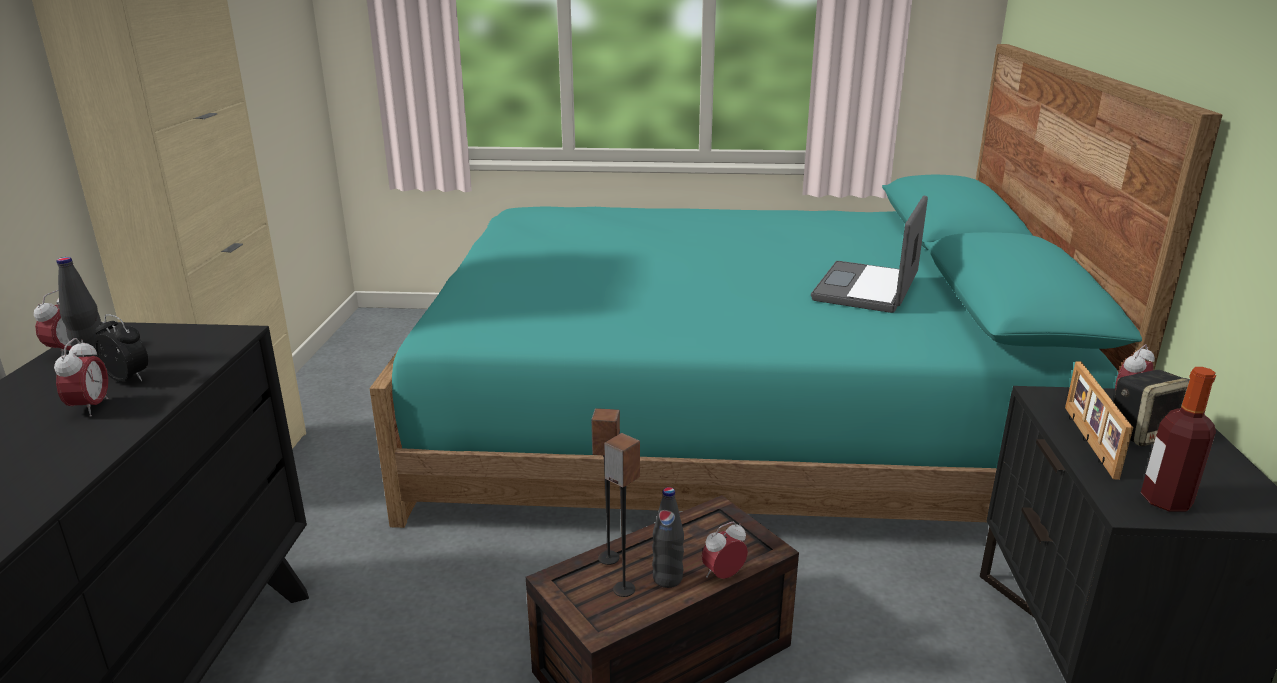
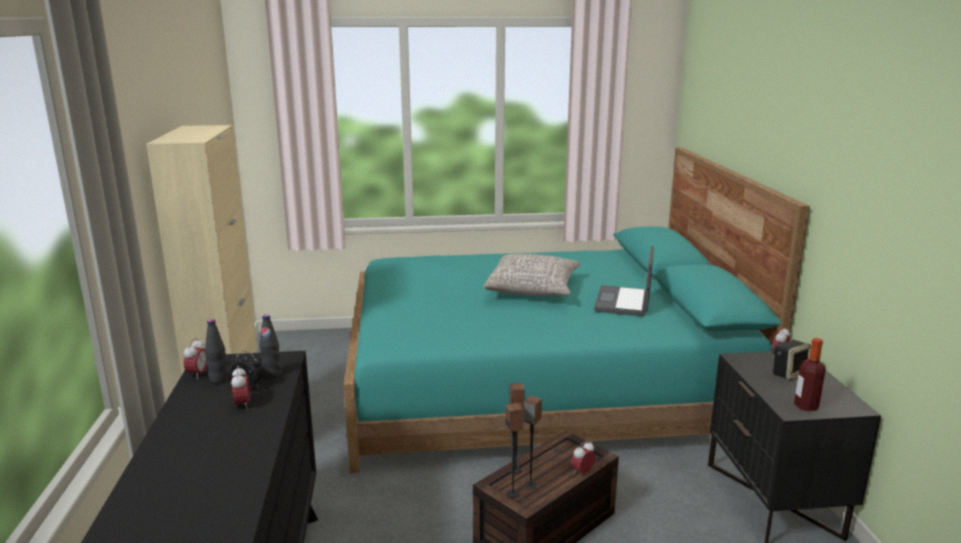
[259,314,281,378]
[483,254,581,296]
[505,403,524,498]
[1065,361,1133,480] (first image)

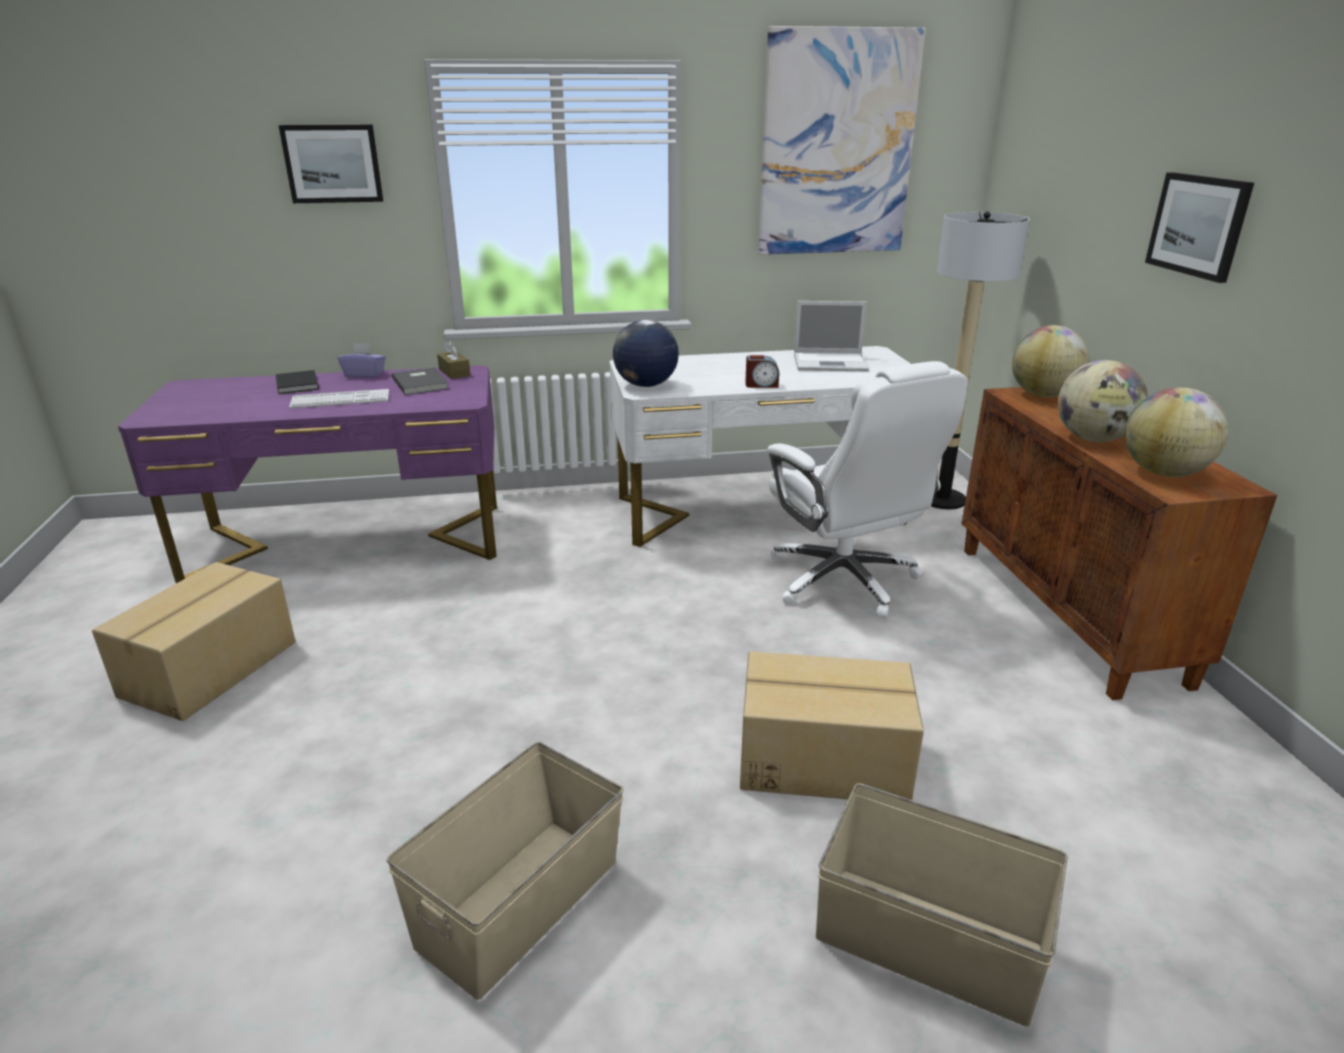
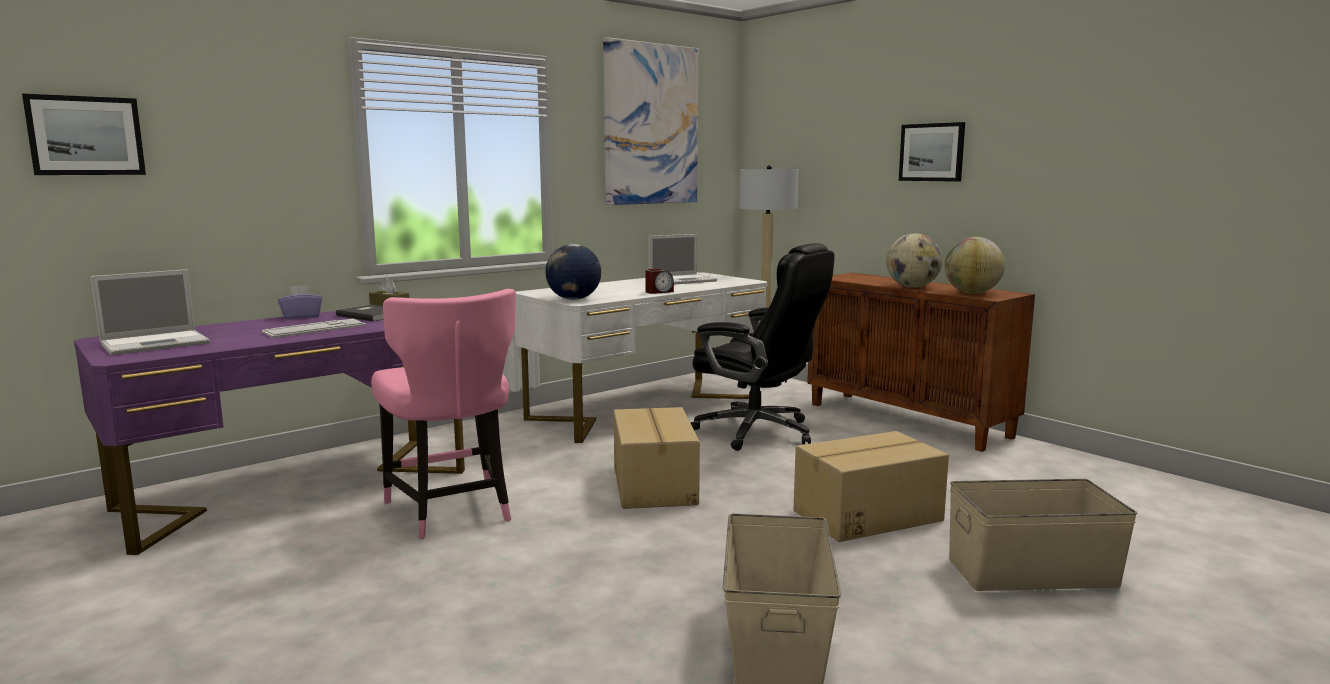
[22,94,146,175]
[91,269,210,355]
[371,289,516,539]
[614,407,700,509]
[691,243,834,451]
[276,370,319,394] (first image)
[1012,325,1089,397] (first image)

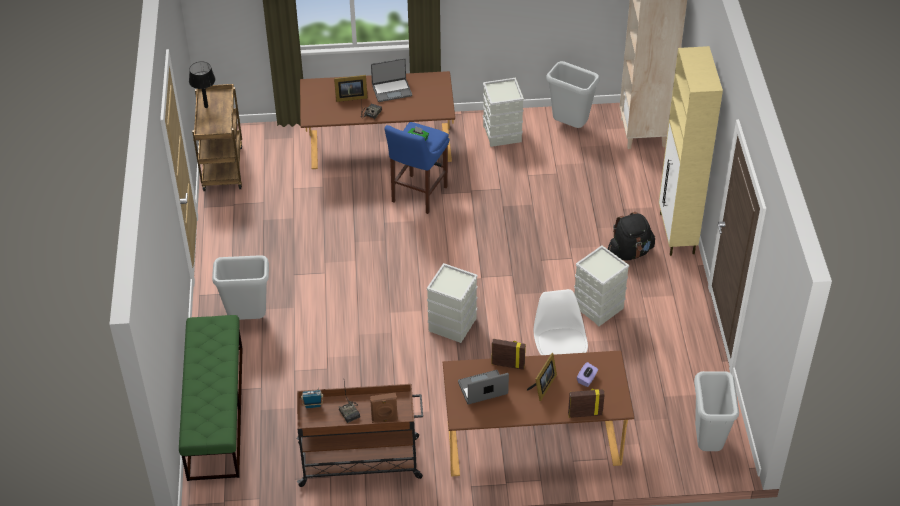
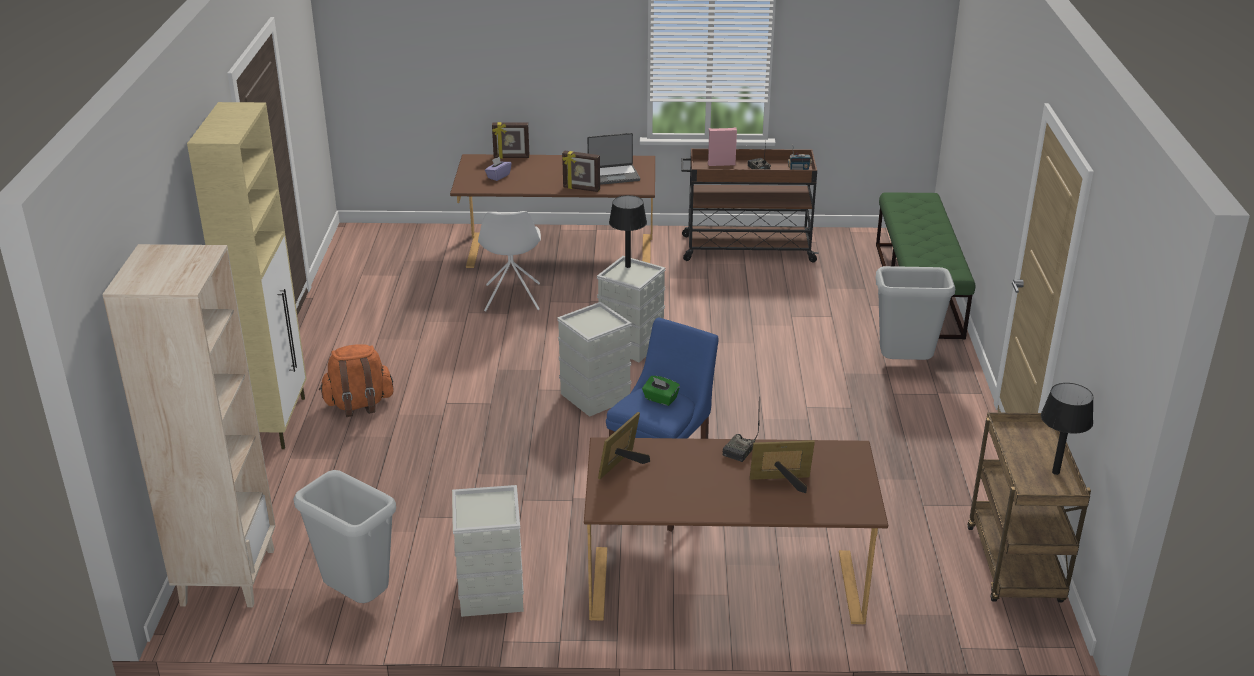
[319,344,393,417]
[557,302,632,417]
[598,412,650,480]
[609,195,647,268]
[708,127,737,166]
[371,58,412,102] (first image)
[694,371,739,451] (first image)

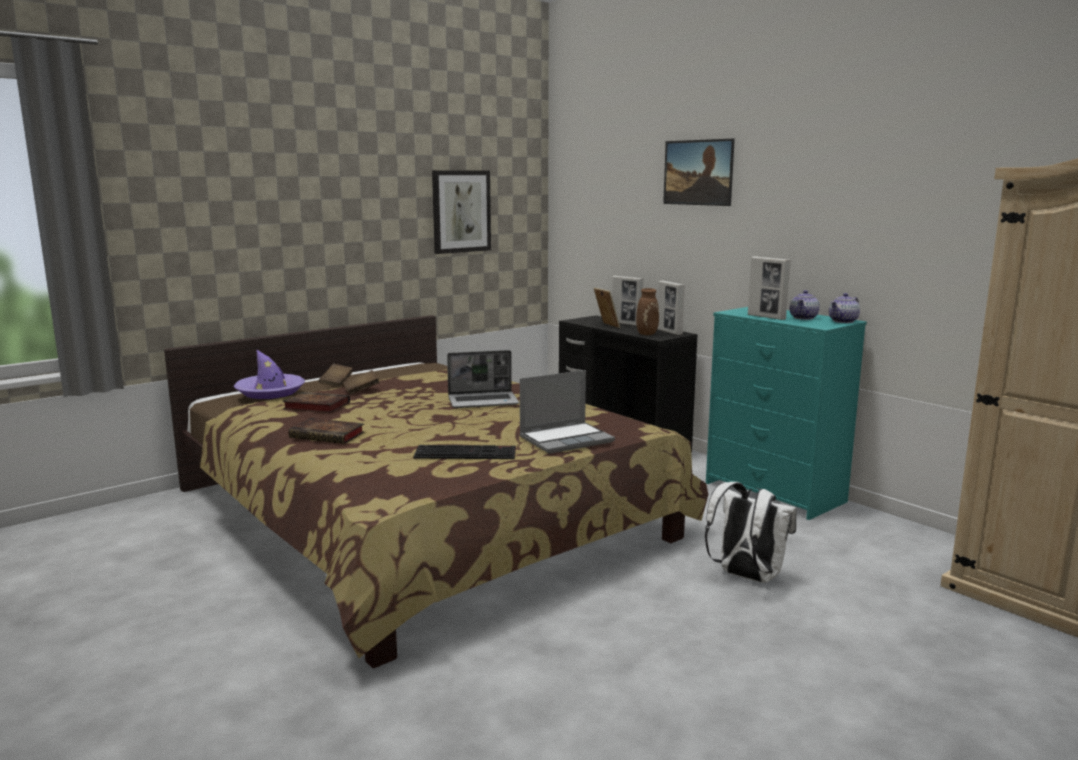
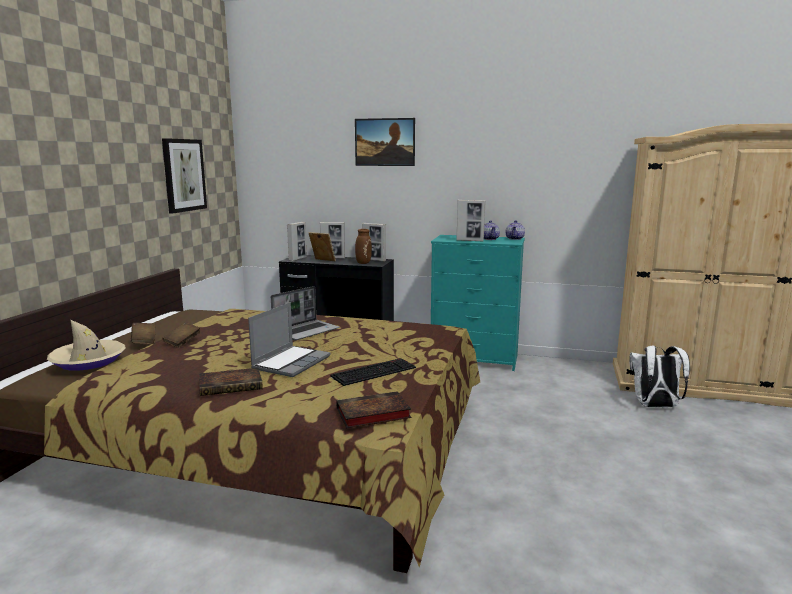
[47,320,126,371]
[248,302,330,377]
[287,222,307,261]
[336,391,411,428]
[630,346,690,407]

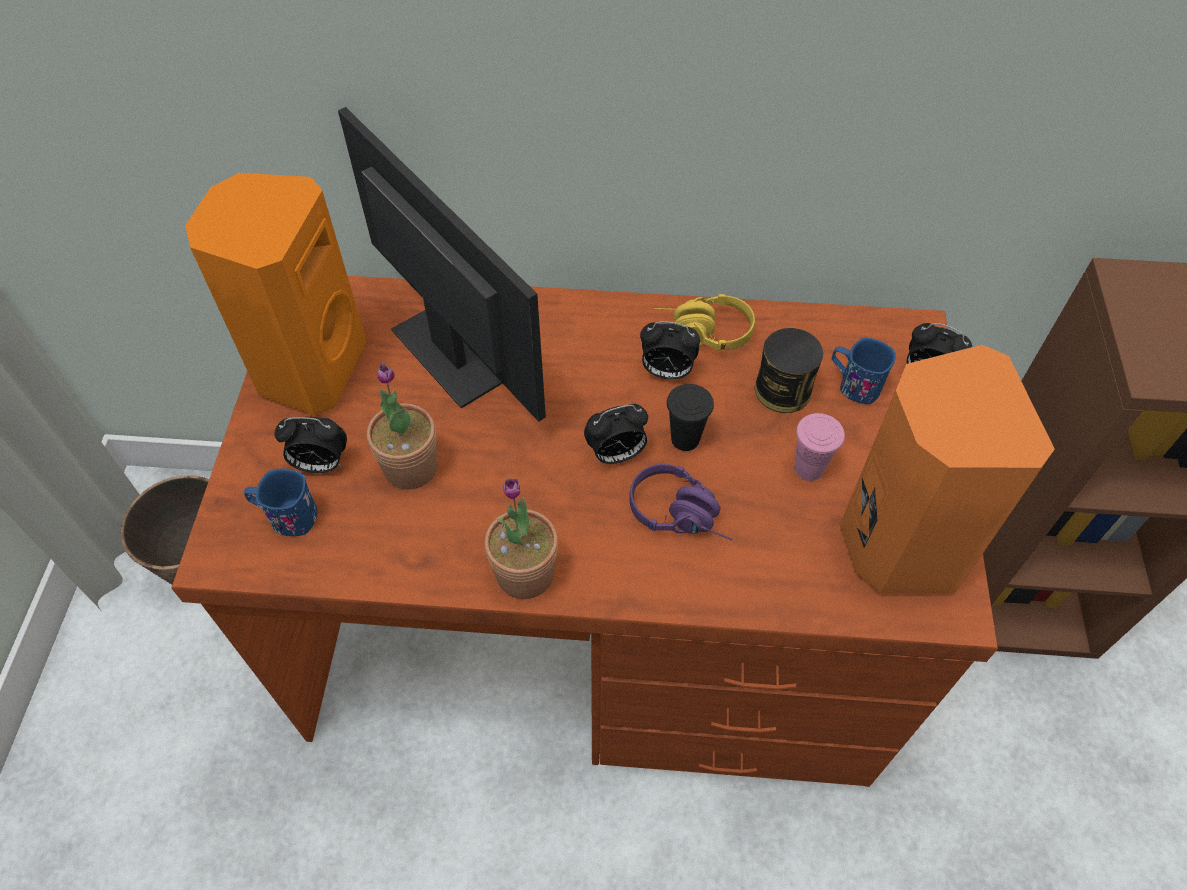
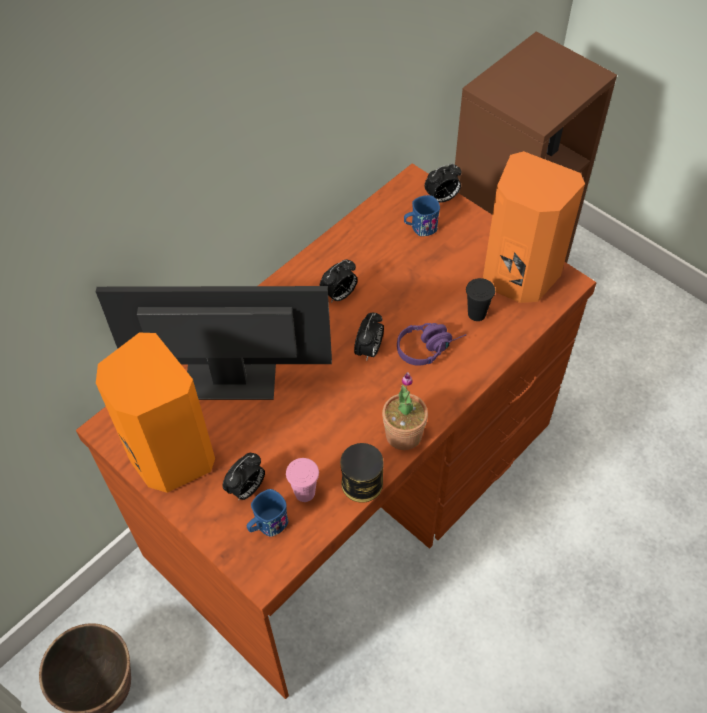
[286,458,319,502]
[340,443,384,503]
[466,278,495,321]
[367,363,438,489] (first image)
[654,294,755,351] (first image)

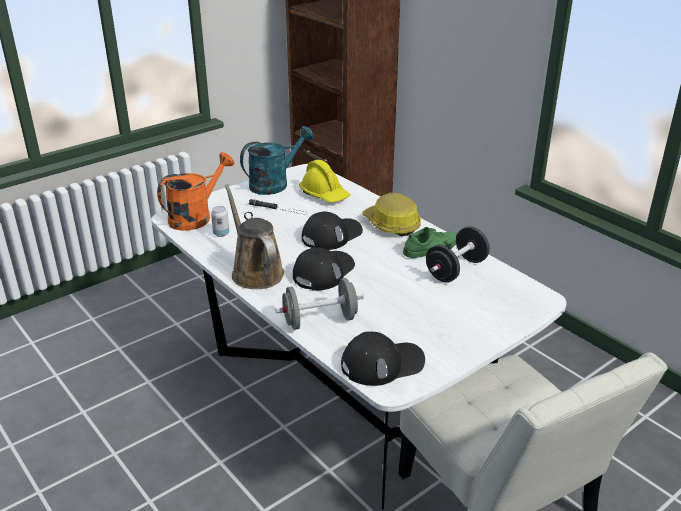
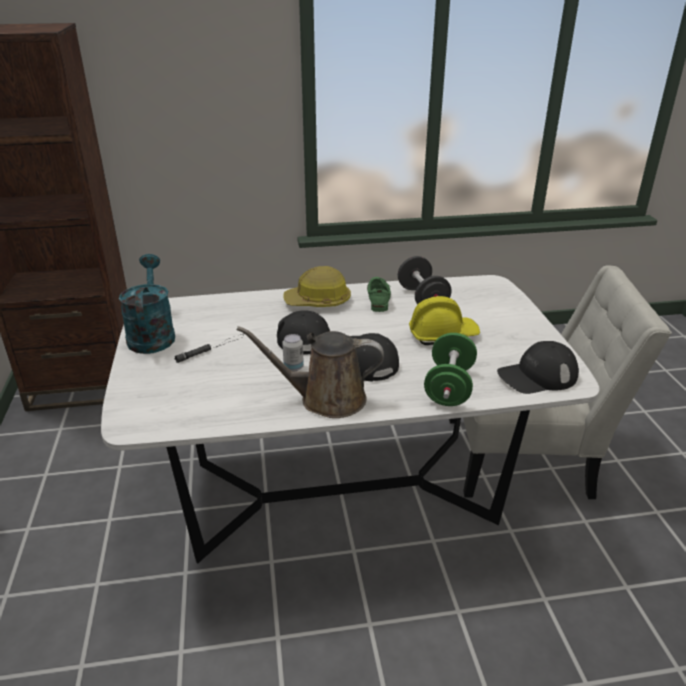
[282,334,304,371]
[409,296,480,345]
[424,333,477,406]
[497,341,579,394]
[157,152,234,231] (first image)

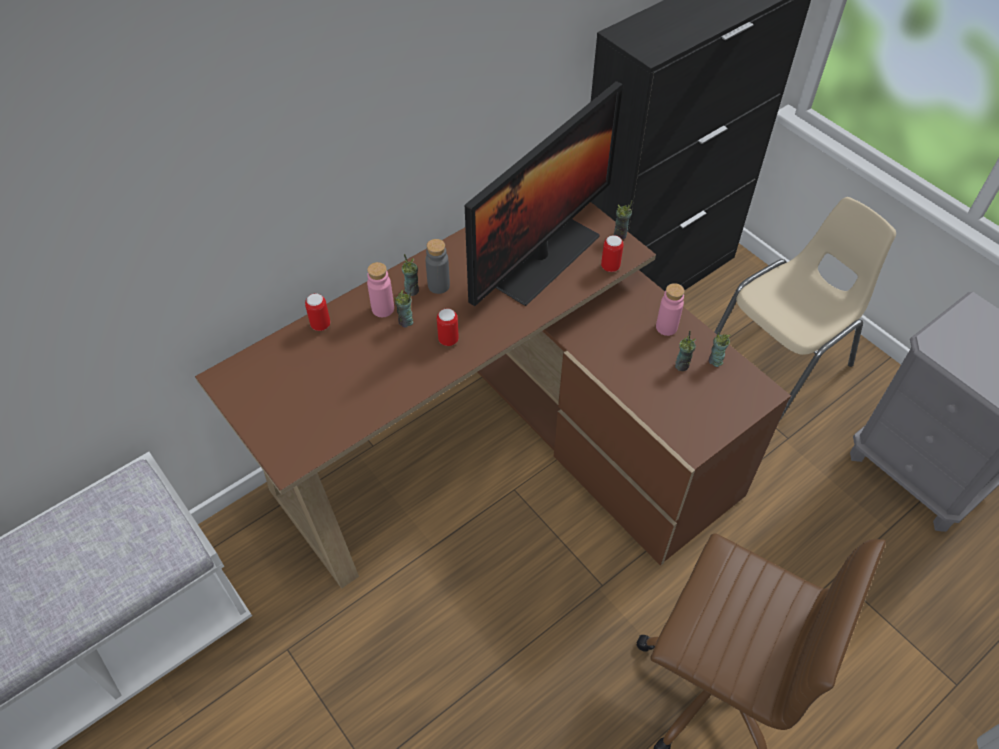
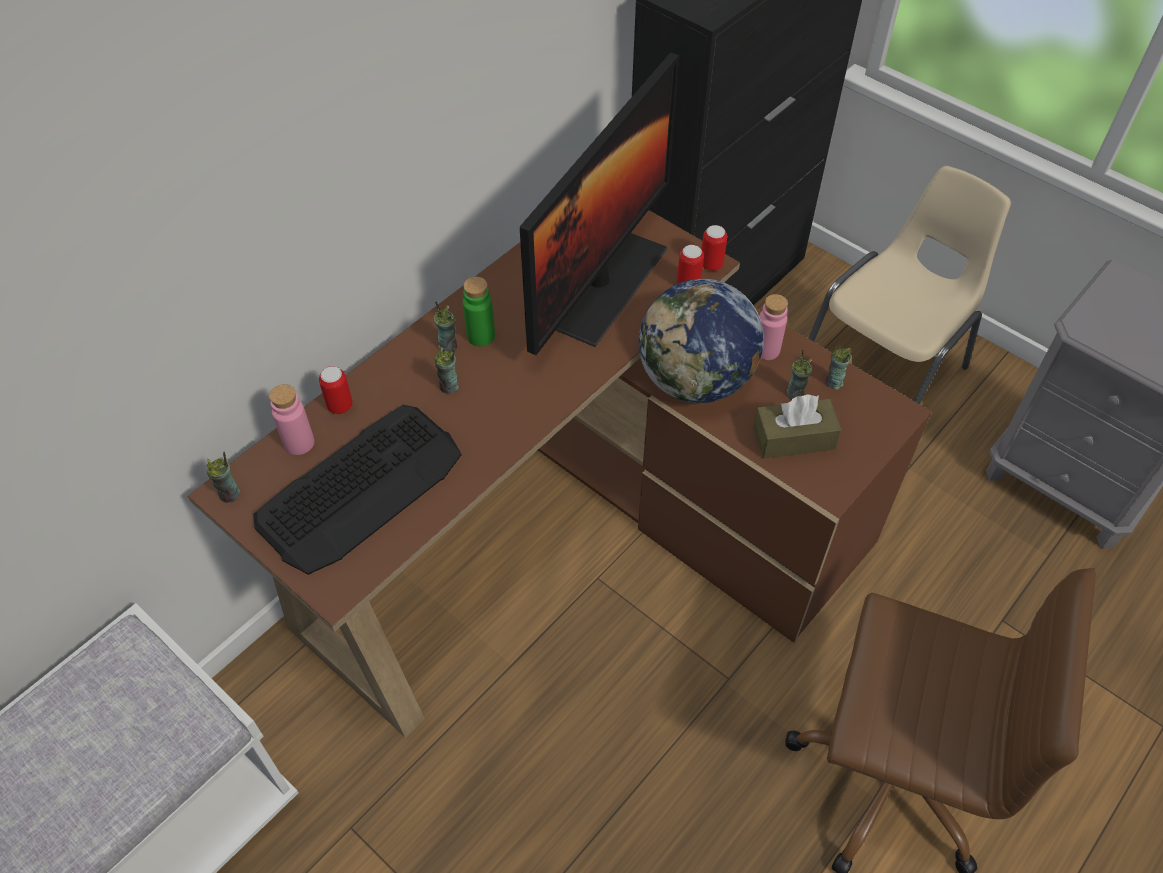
[207,452,240,503]
[253,405,462,575]
[269,384,314,455]
[463,277,495,346]
[639,279,764,403]
[702,225,727,271]
[753,394,841,459]

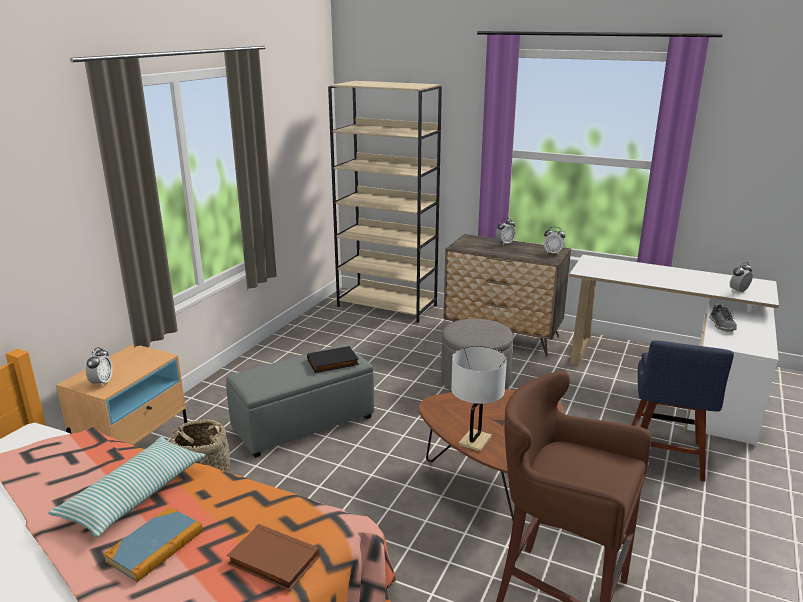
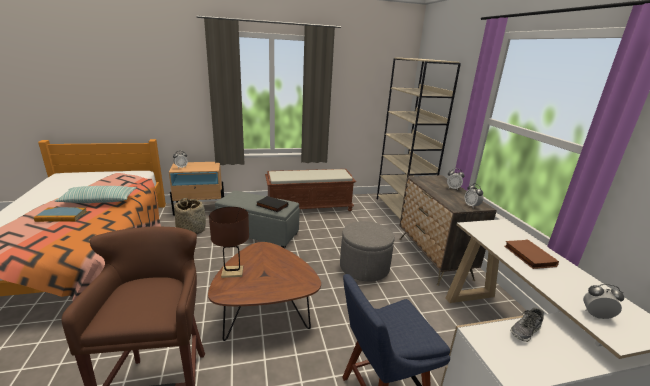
[209,207,249,278]
[265,169,356,211]
[504,239,559,269]

